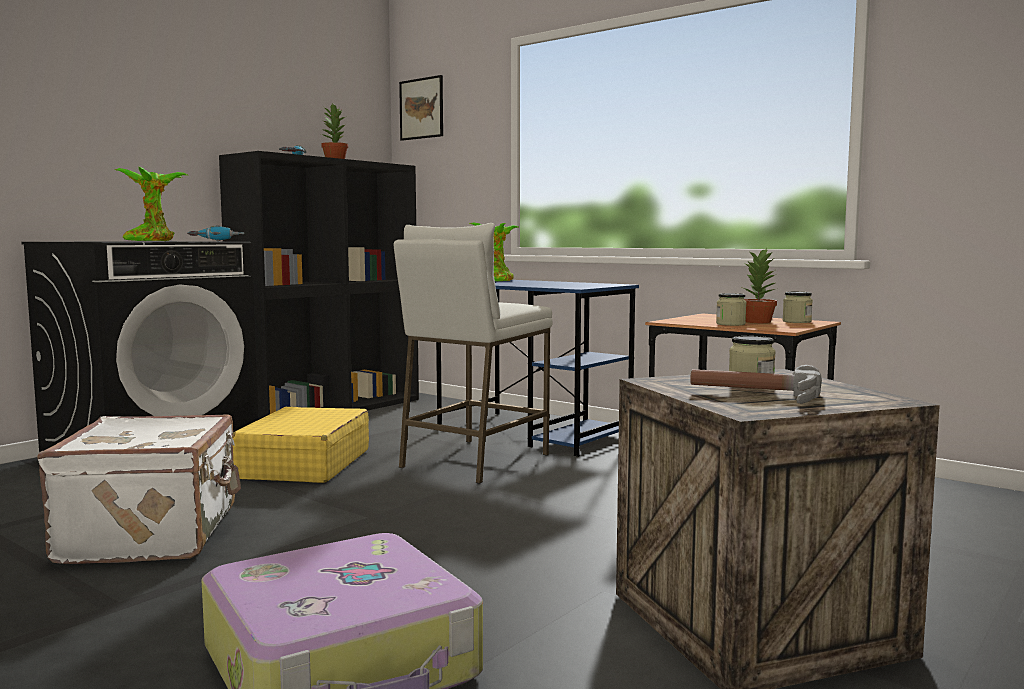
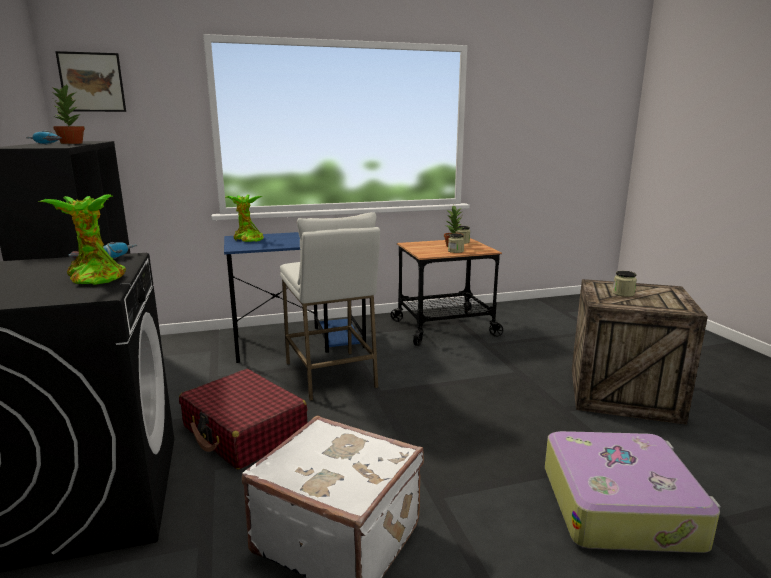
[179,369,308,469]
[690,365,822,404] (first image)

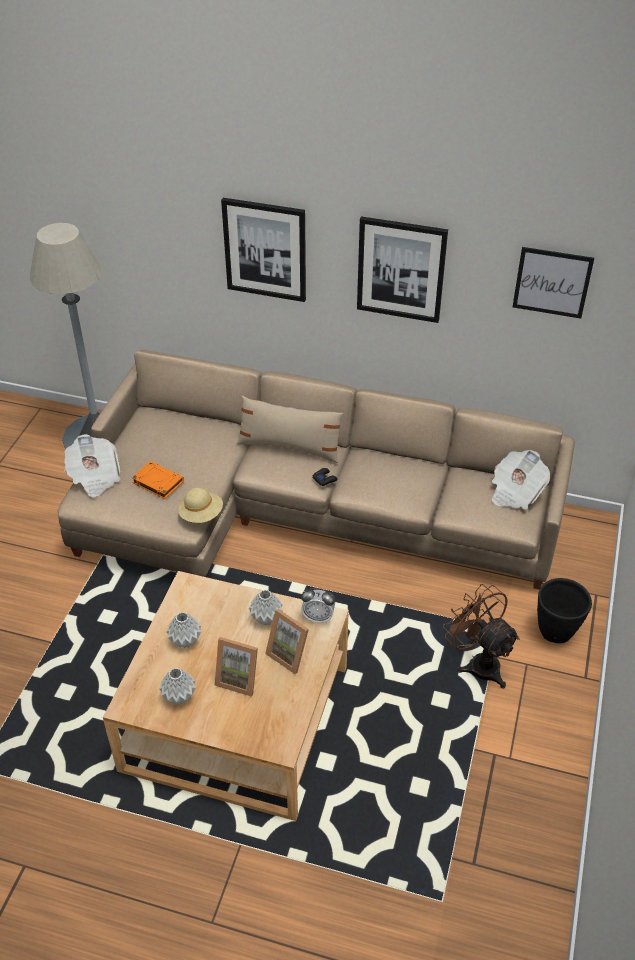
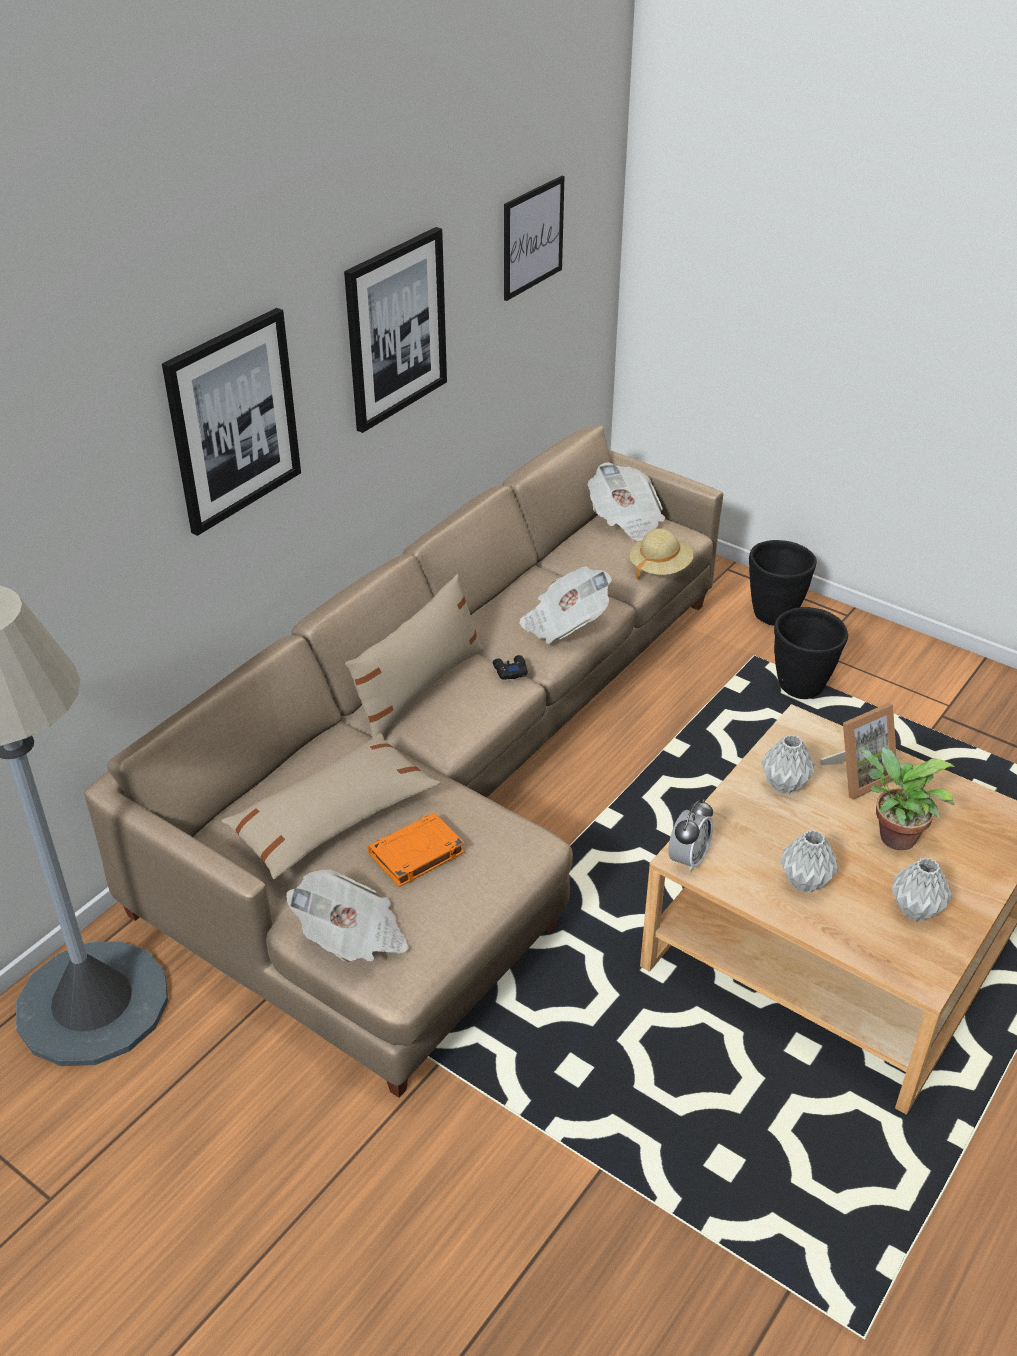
[221,733,440,879]
[520,566,612,644]
[629,528,694,580]
[668,799,713,873]
[774,607,848,699]
[859,746,955,850]

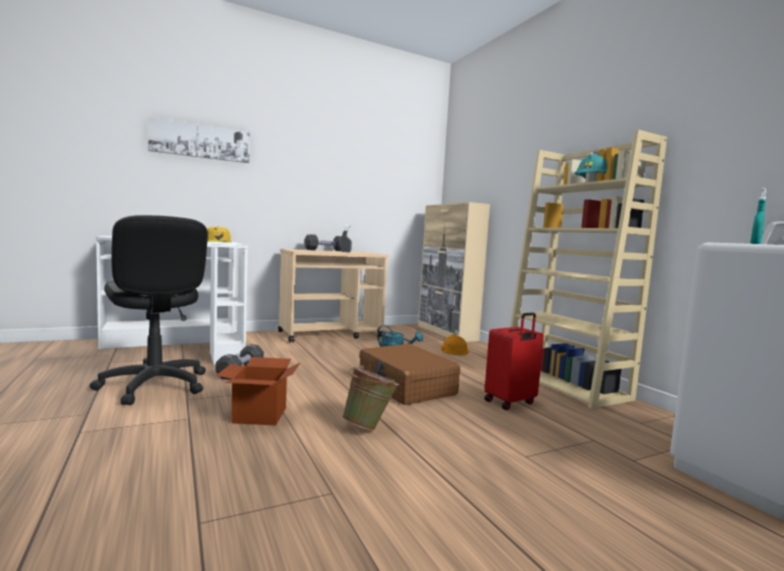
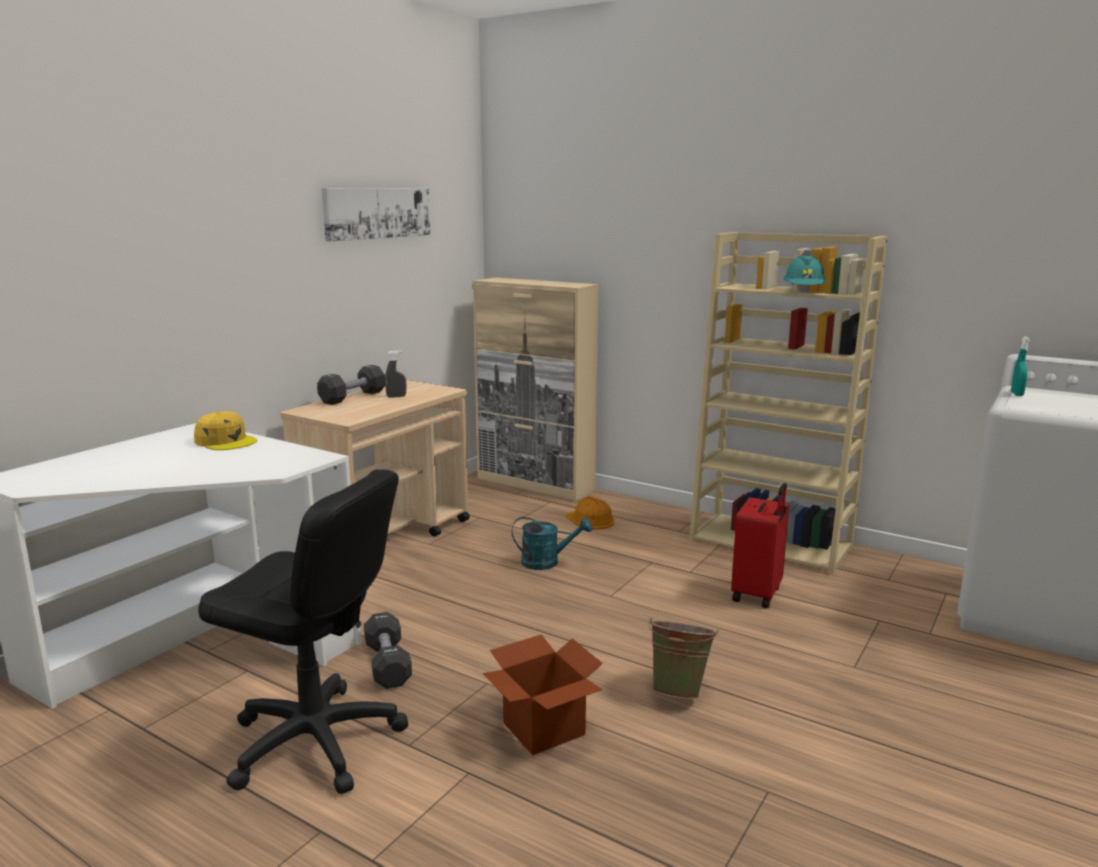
[322,188,431,241]
[359,344,460,405] (first image)

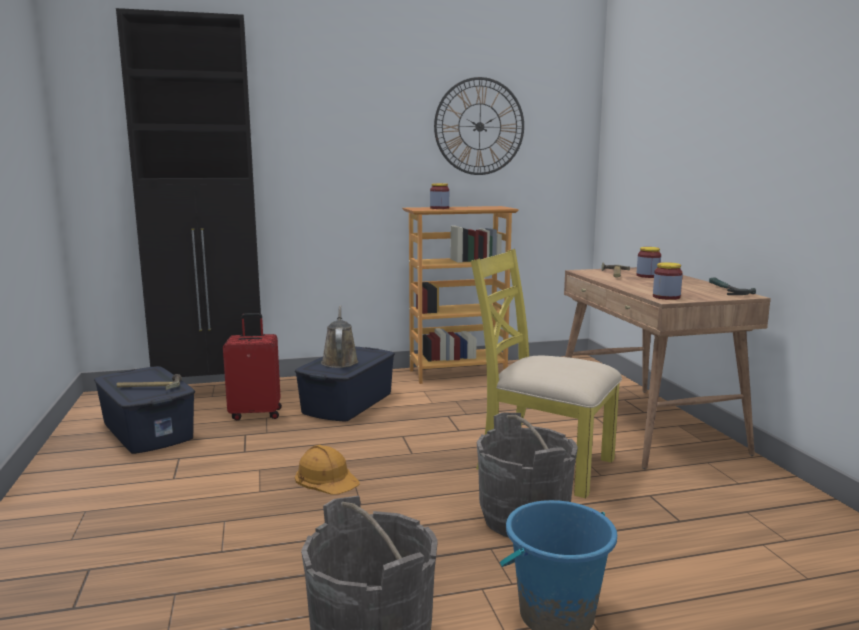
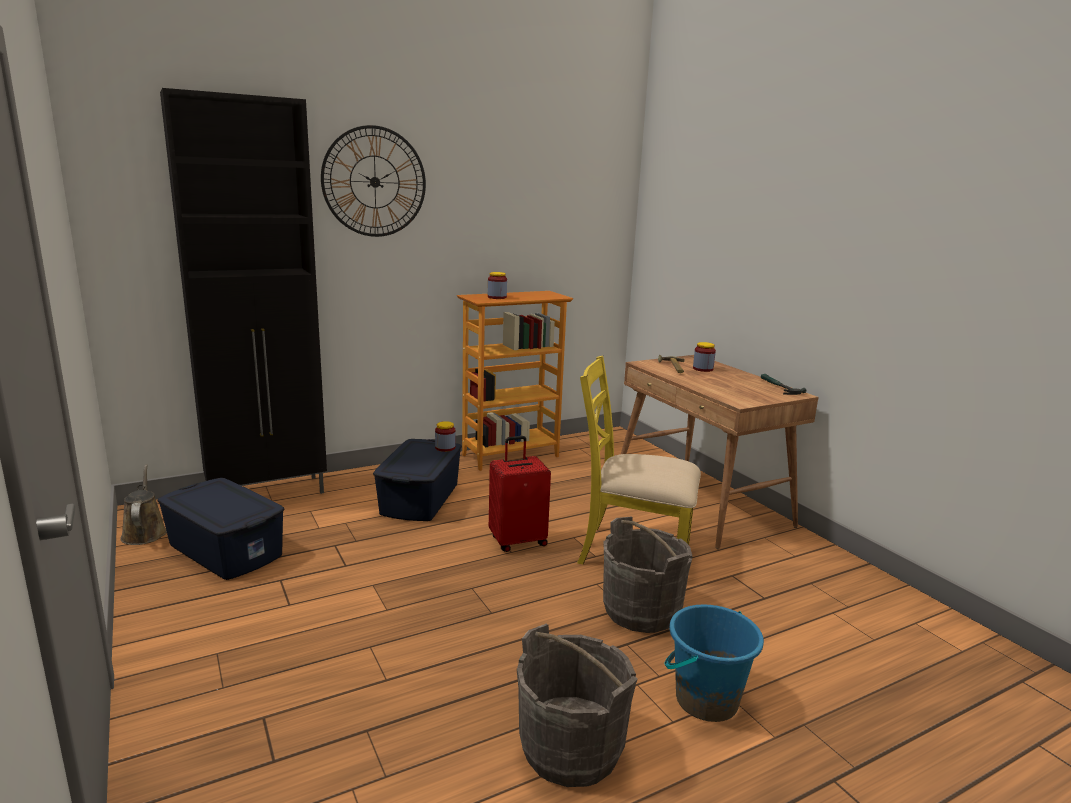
[120,464,167,545]
[321,125,426,237]
[435,421,456,452]
[489,436,551,552]
[116,374,182,390] (first image)
[295,445,360,495] (first image)

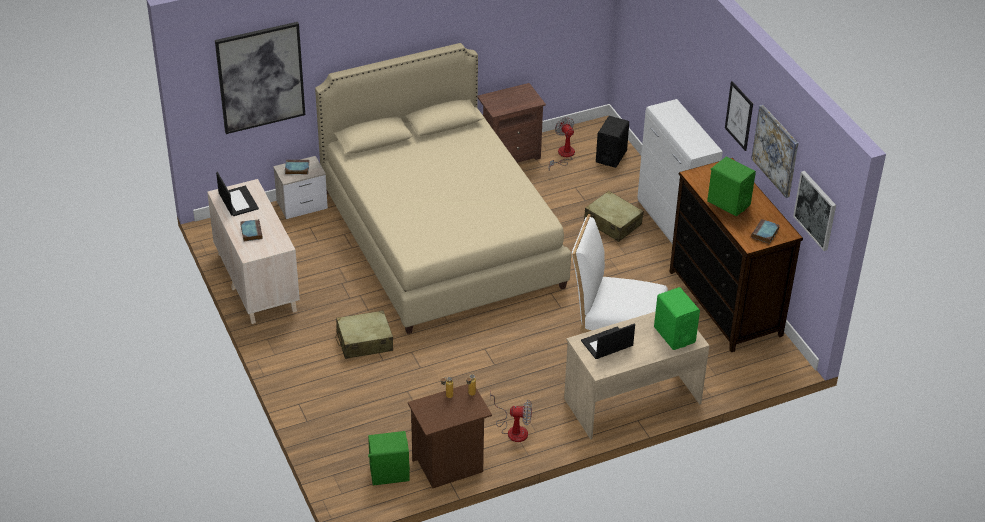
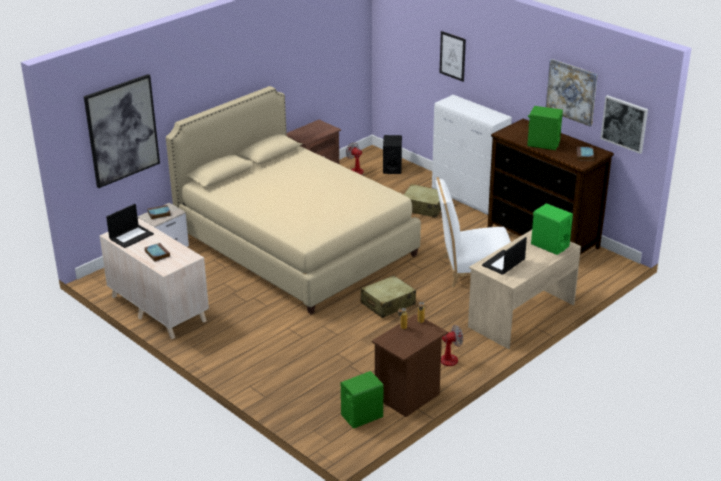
[106,204,154,248]
[360,275,416,318]
[440,31,466,82]

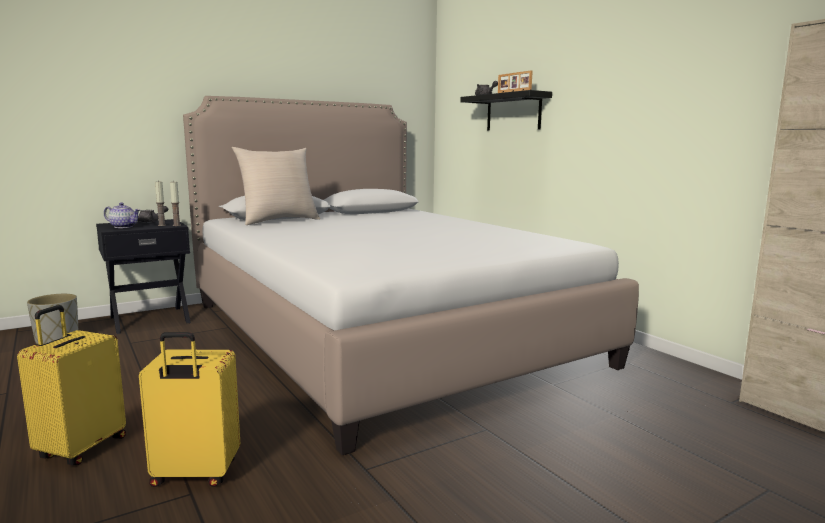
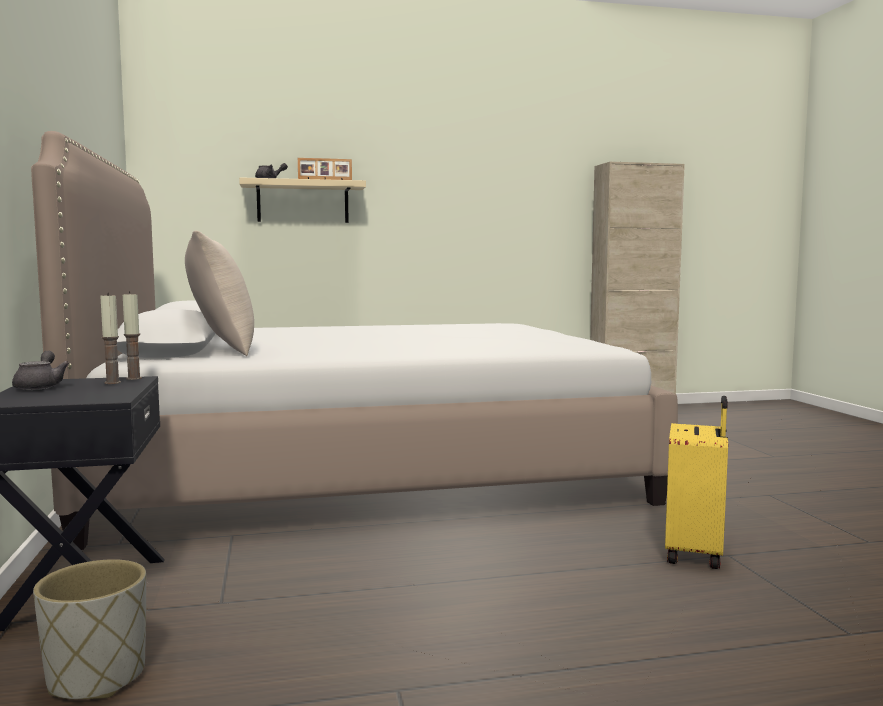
[239,177,366,223]
[17,305,126,465] (first image)
[104,203,140,228] (first image)

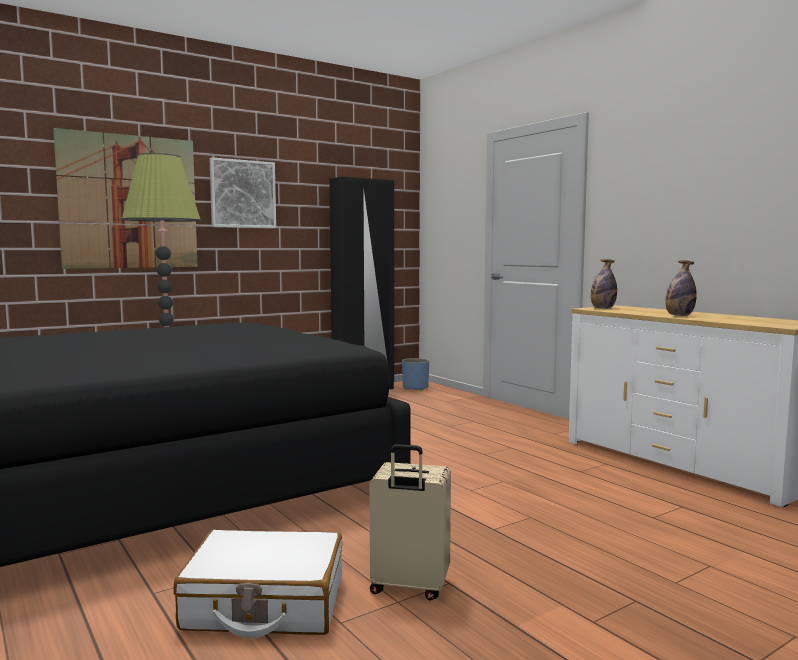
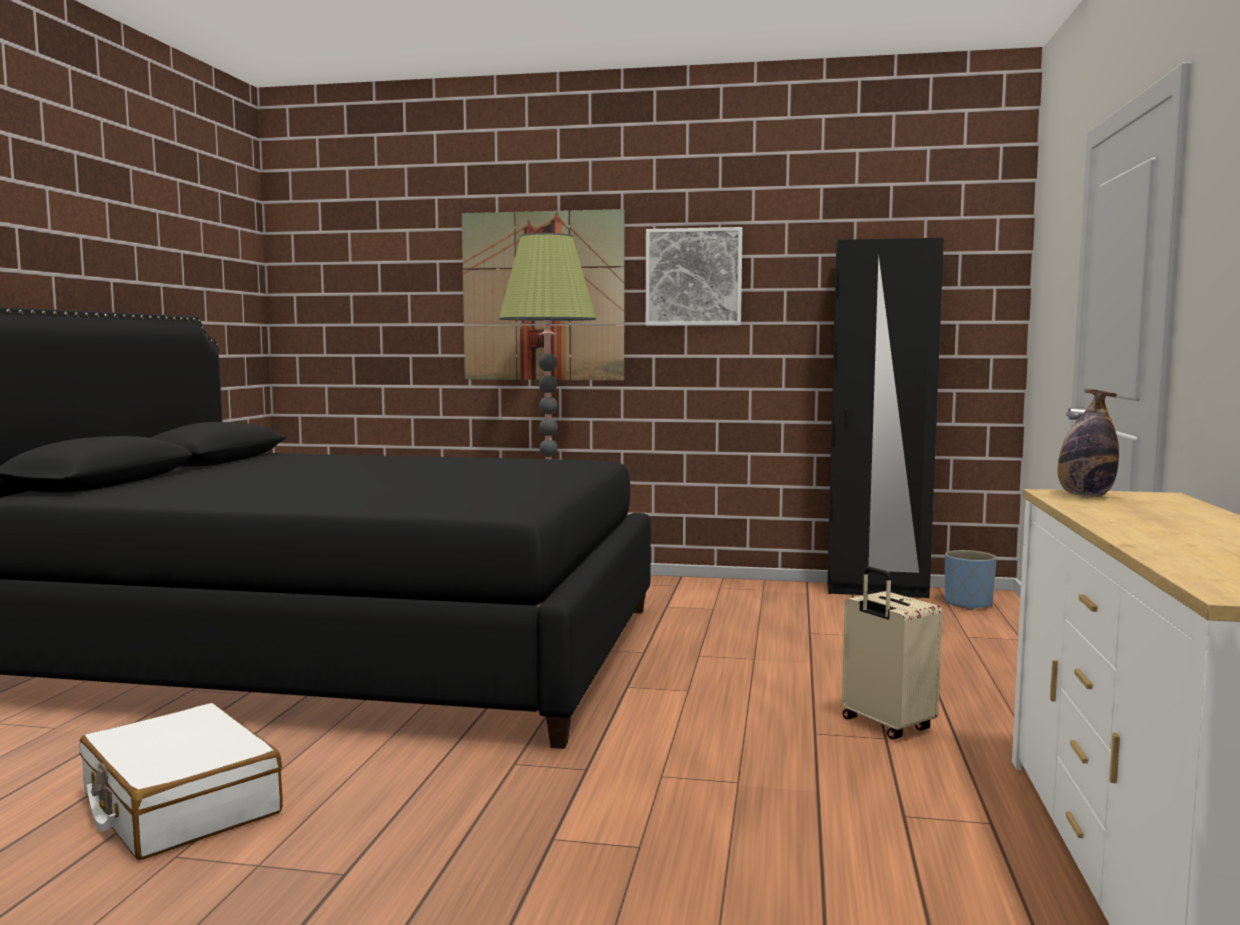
[842,567,942,739]
[665,260,697,316] (first image)

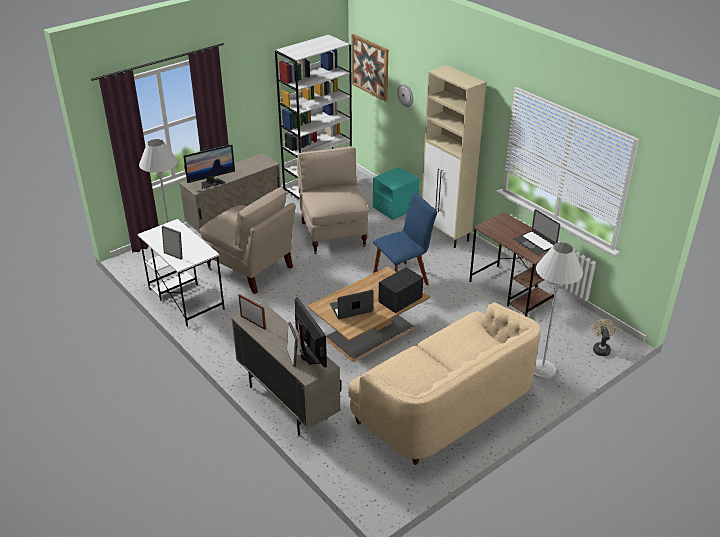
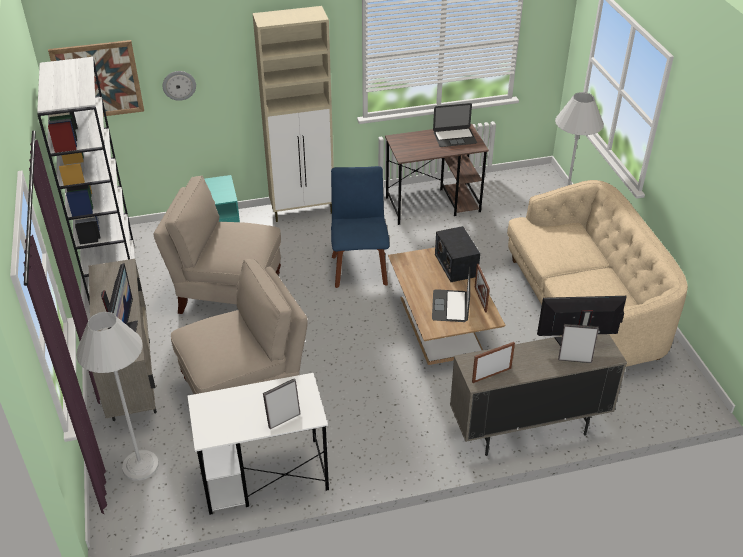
[475,264,490,313]
[592,319,616,356] (first image)

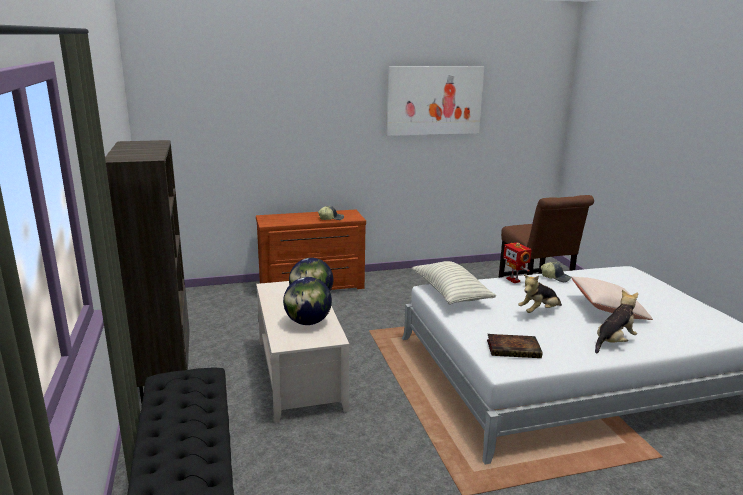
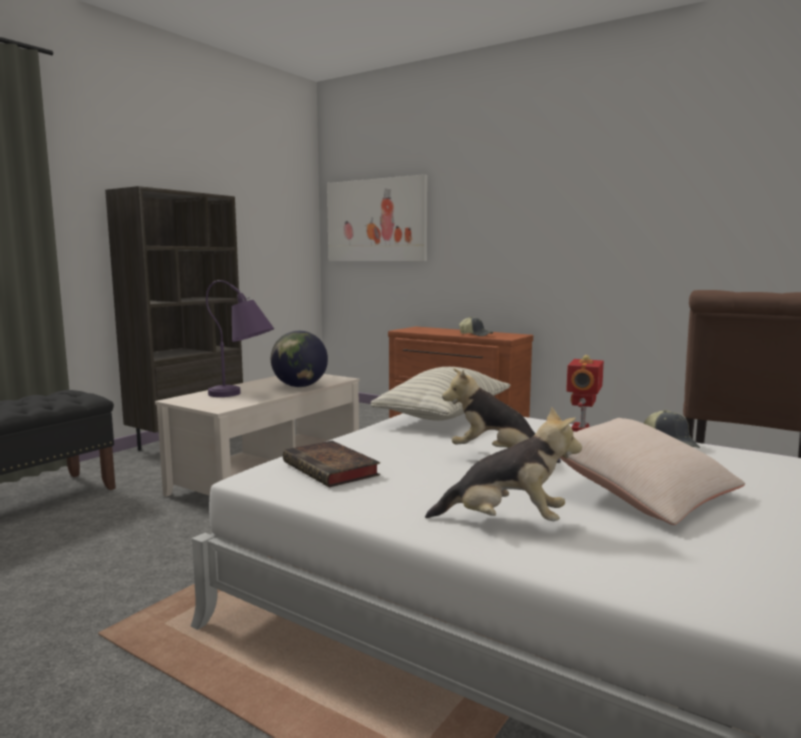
[206,280,274,397]
[327,174,427,261]

